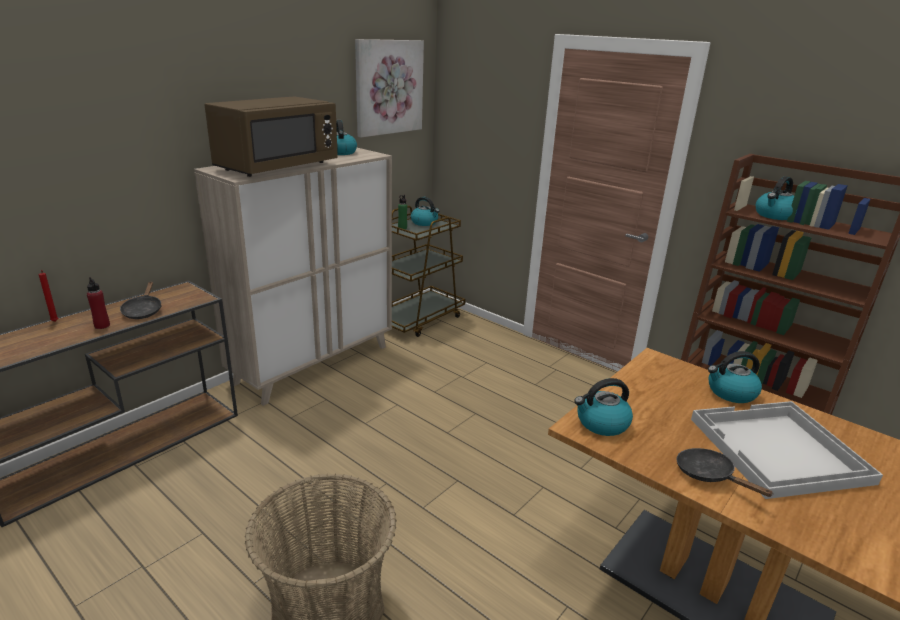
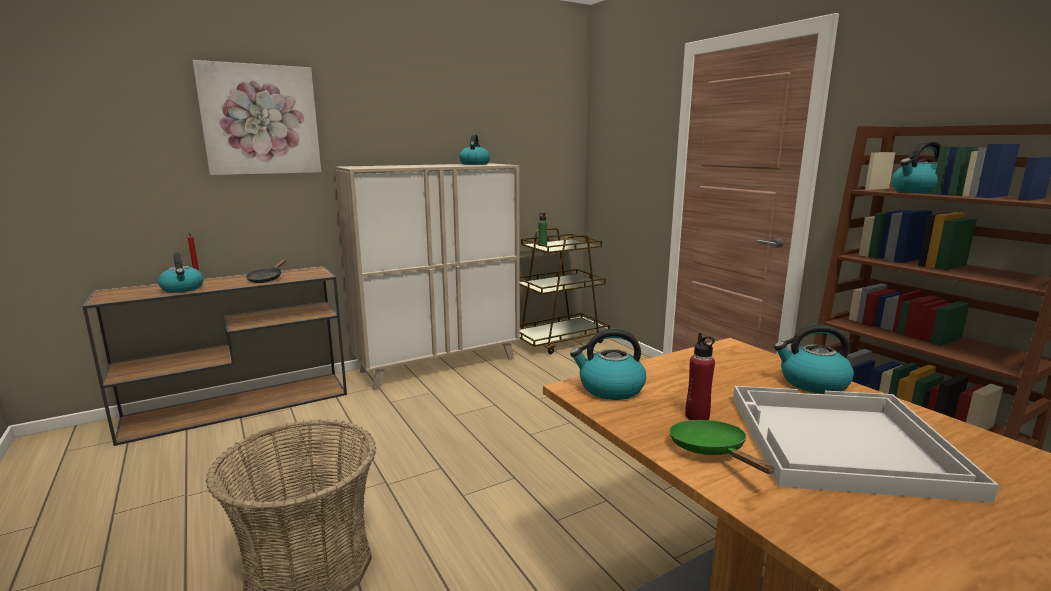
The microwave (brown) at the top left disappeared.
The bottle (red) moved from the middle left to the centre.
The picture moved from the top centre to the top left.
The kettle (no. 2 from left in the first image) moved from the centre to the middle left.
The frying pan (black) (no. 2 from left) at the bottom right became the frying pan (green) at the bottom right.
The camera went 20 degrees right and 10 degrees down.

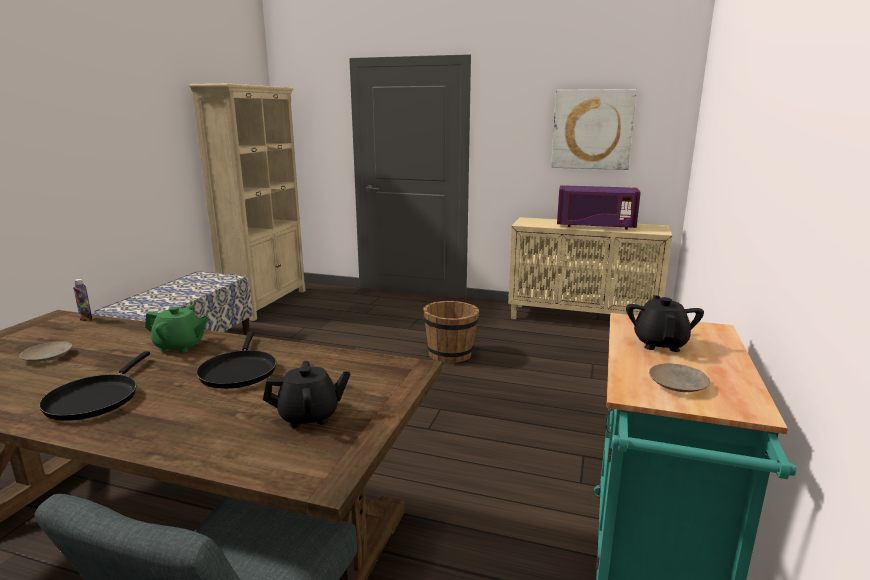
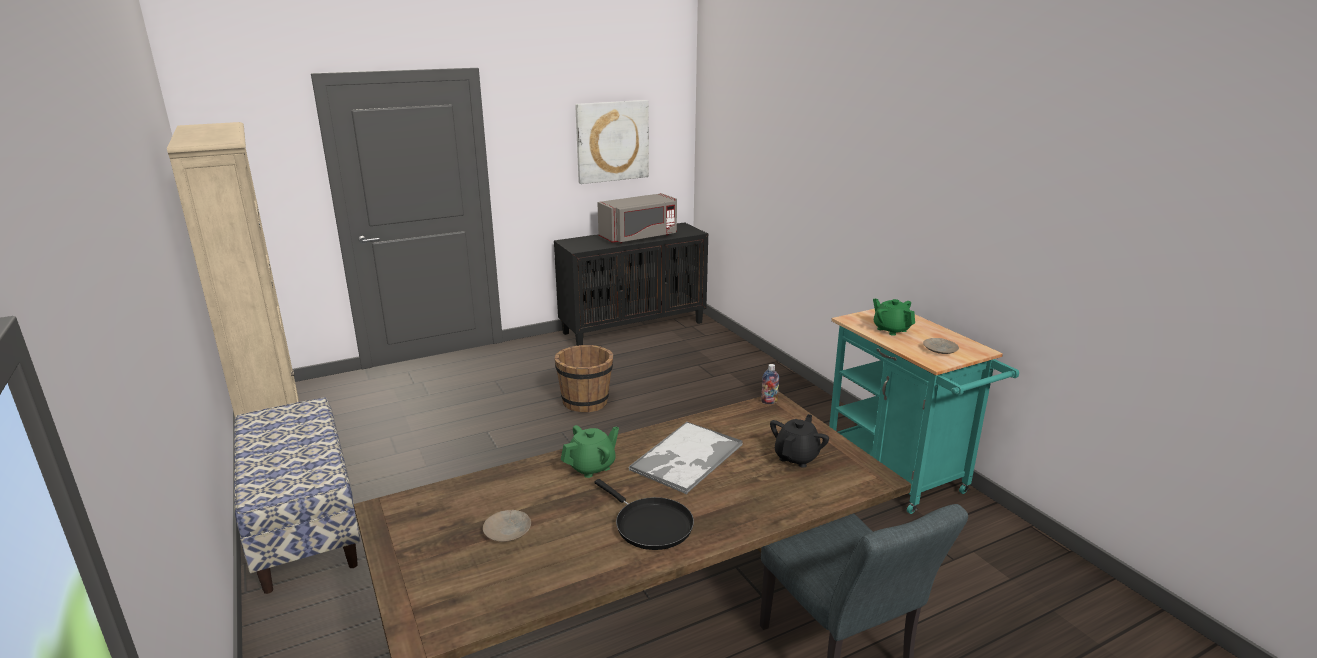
The bottle moved from the middle left to the centre.
The frying pan (black) (no. 2 from left) at the middle left was replaced by the tray at the bottom centre.
The cabinet (beige) at the middle right became the cabinet (black) at the centre.
The microwave (purple) at the middle right became the microwave (grey) at the top centre.
The teapot (black) (no. 2 from left) at the middle right became the teapot (green) (no. 2 from left) at the middle right.
The camera went 45 degrees left and 5 degrees up.

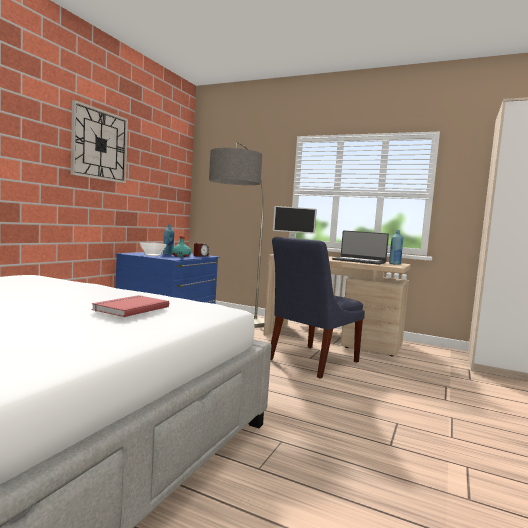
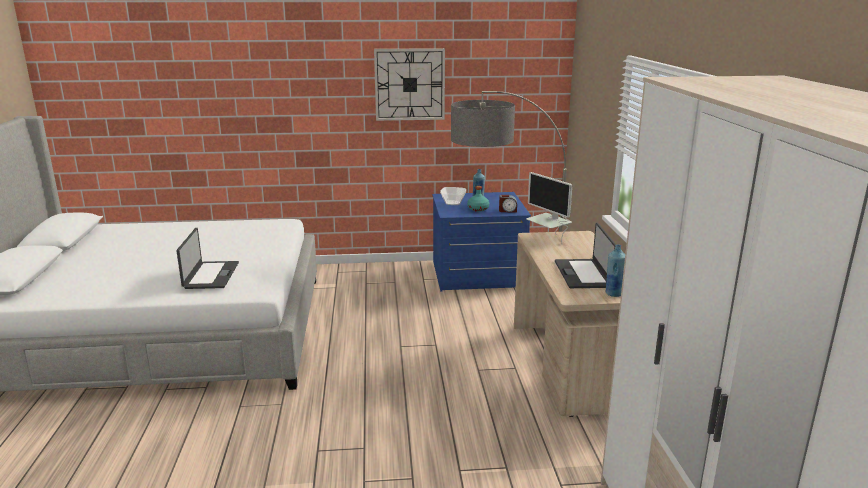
The chair (blue) at the centre disappeared.
The book (red) at the middle left was replaced by the laptop (no. 1 from left) at the middle left.
The camera went 60 degrees right and 15 degrees up.

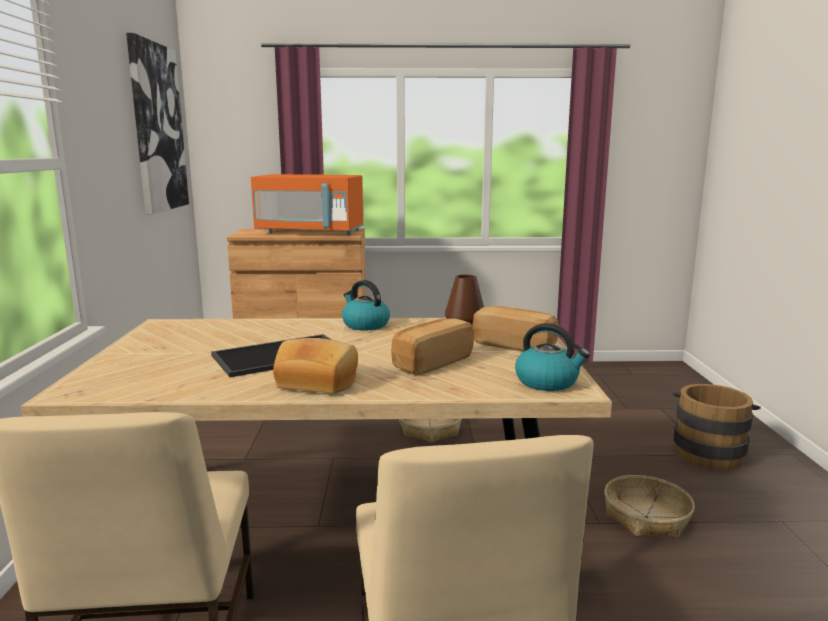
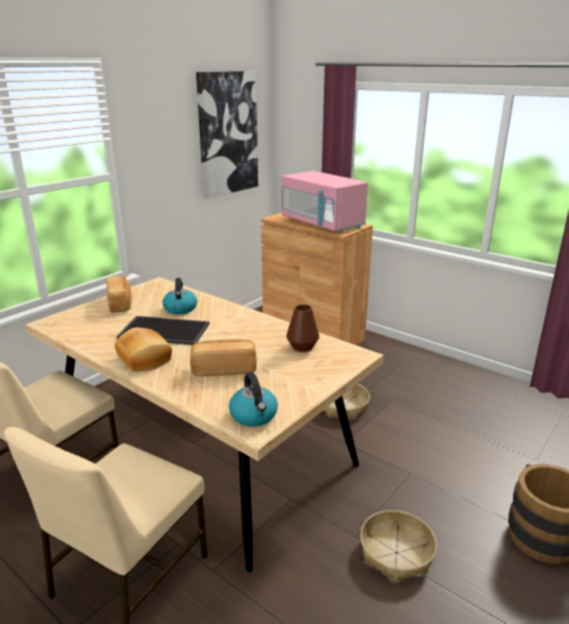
The kettle (no. 1 from left) moved from the centre to the middle left.
The bread (no. 3 from left in the first image) moved from the centre to the middle left.
The microwave (orange) at the top centre became the microwave (pink) at the top centre.
The camera went 40 degrees right and 10 degrees up.

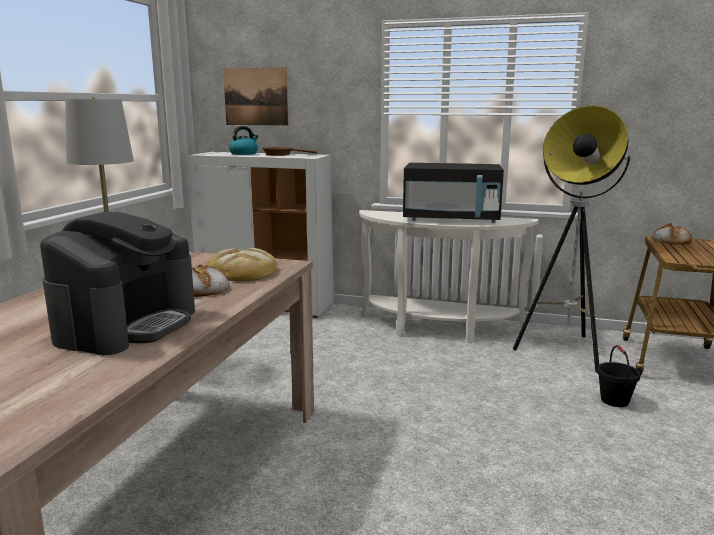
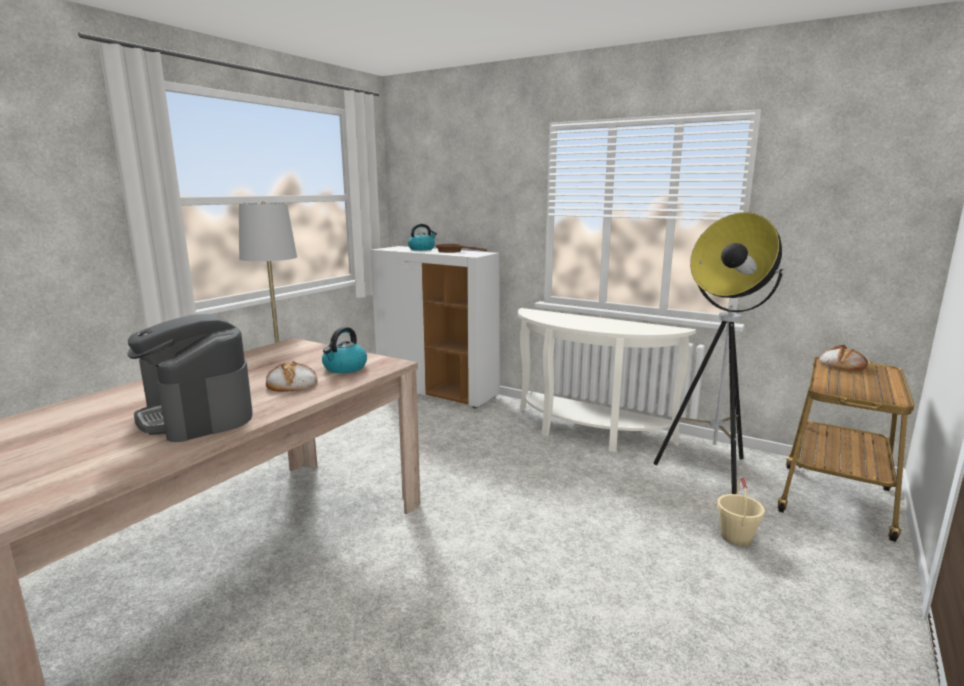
The picture at the top centre disappeared.
The microwave (black) at the centre disappeared.
The bread (no. 2 from left) at the centre was replaced by the kettle (no. 1 from left) at the centre.
The bucket (black) at the bottom right became the bucket (beige) at the bottom right.
The coffee machine at the middle left turned 105 degrees clockwise.
The camera went 15 degrees right and 0 degrees up.

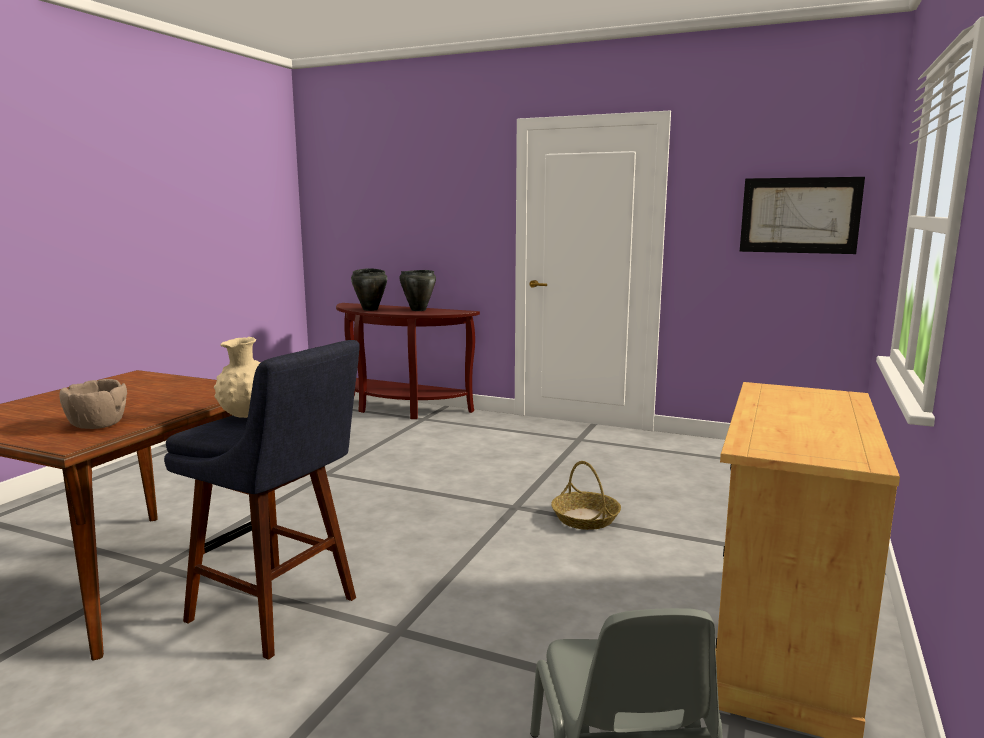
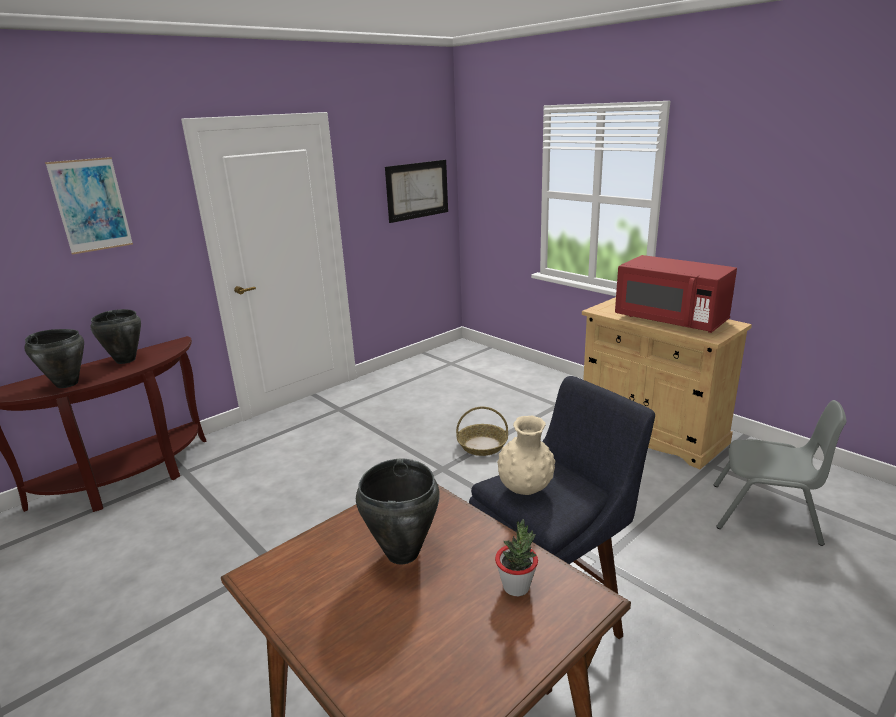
The picture (no. 1 from left) at the top left appeared.
The cooking pot (black) (no. 3 from left) at the bottom centre appeared.
The microwave (red) at the middle right appeared.
The bowl (brown) at the middle left was replaced by the potted plant at the bottom centre.
The camera went 65 degrees left and 10 degrees up.

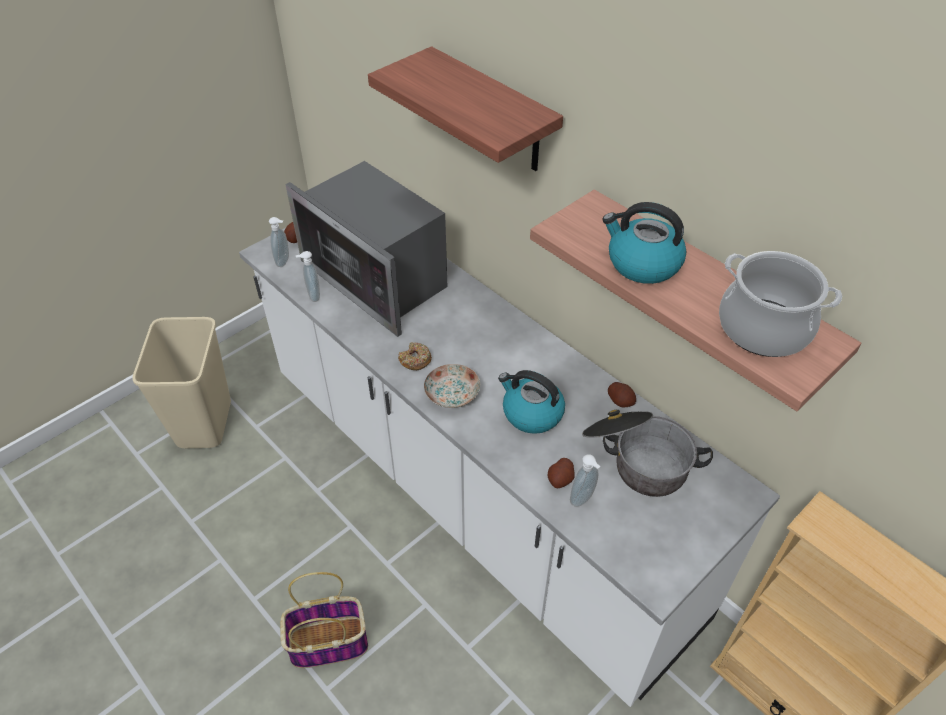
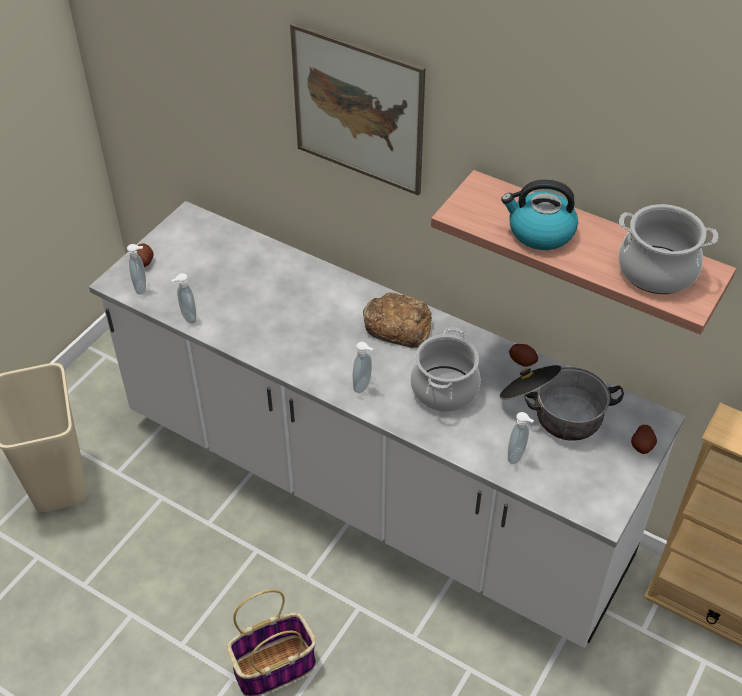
The microwave at the centre disappeared.
The donut at the centre disappeared.
The bread at the centre appeared.
The potato (no. 2 from left in the first image) moved from the centre to the middle right.
The shelf (no. 1 from left) at the top centre was replaced by the picture at the top centre.
The plate at the centre was replaced by the soap dispenser (no. 3 from left) at the centre.
The kettle (no. 1 from left) at the centre was replaced by the cooking pot (no. 1 from left) at the centre.
The camera went 15 degrees left and 0 degrees up.

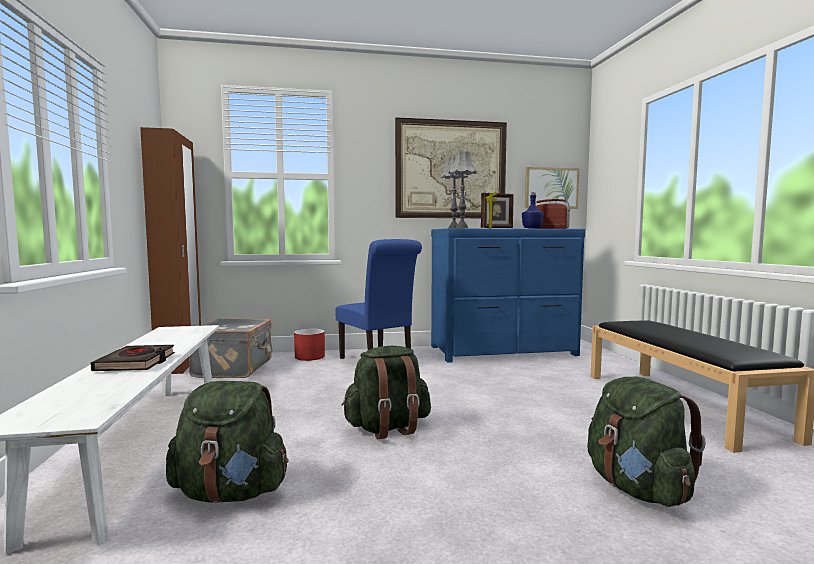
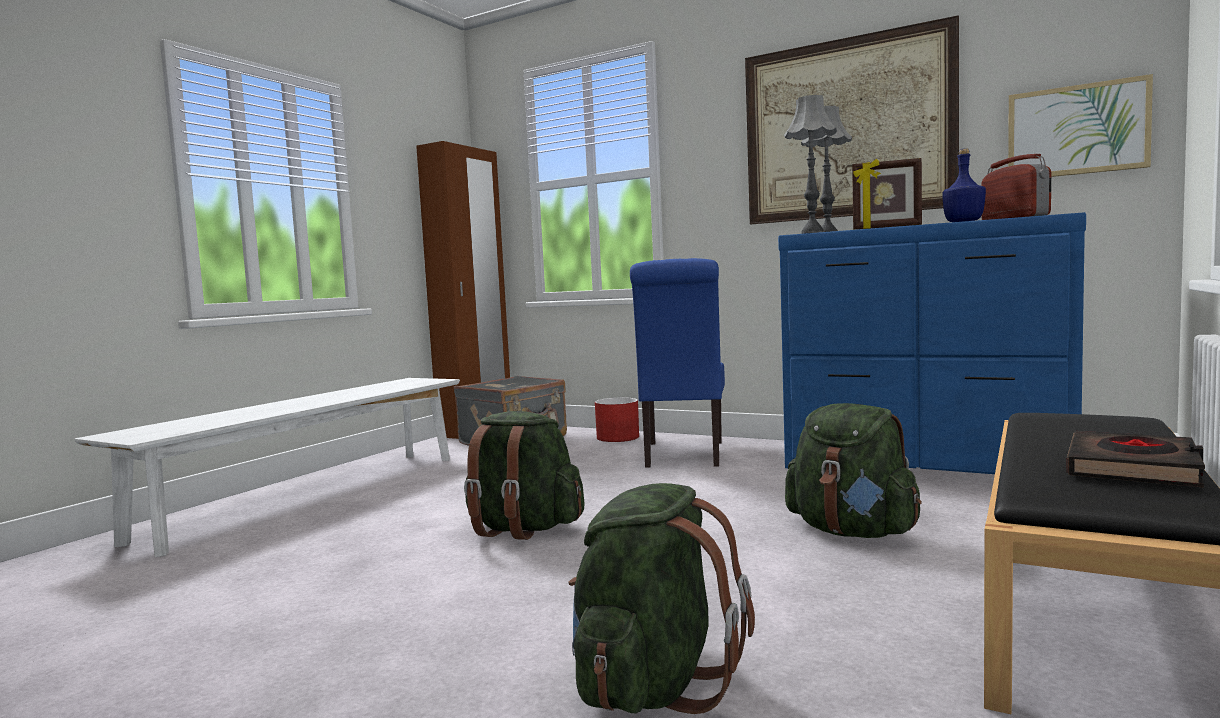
The book (black) moved from the middle left to the middle right.
The backpack (green) (no. 1 from left in the first image) moved from the bottom left to the middle right.
The camera went 40 degrees right and 0 degrees up.

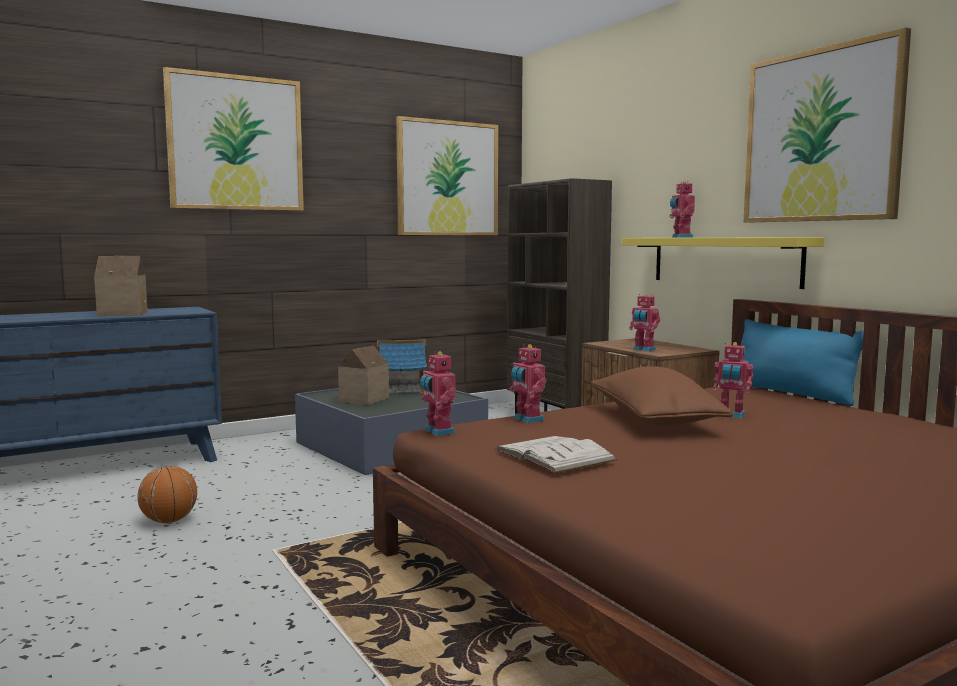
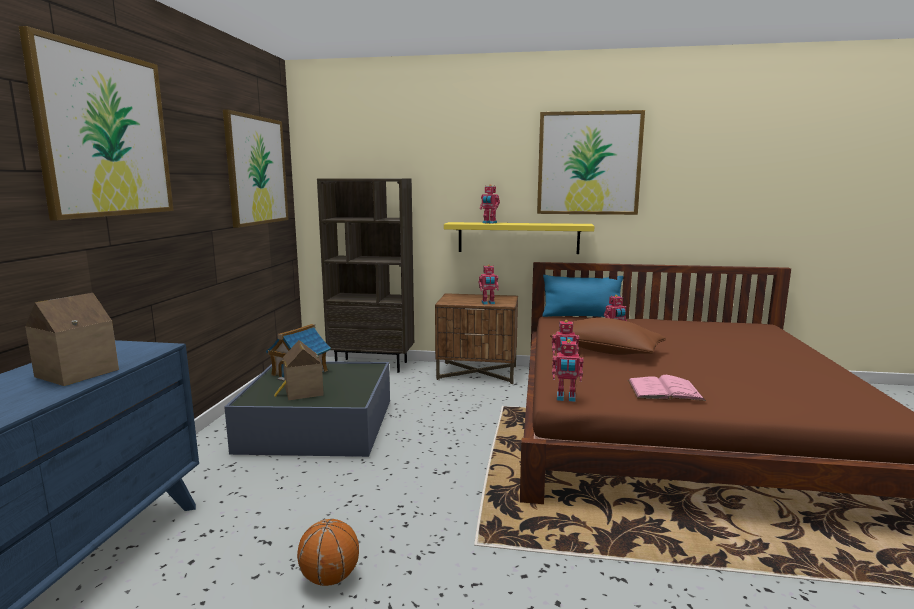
The book (white) at the centre became the book (pink) at the middle right.
The camera went 50 degrees left and 5 degrees up.

